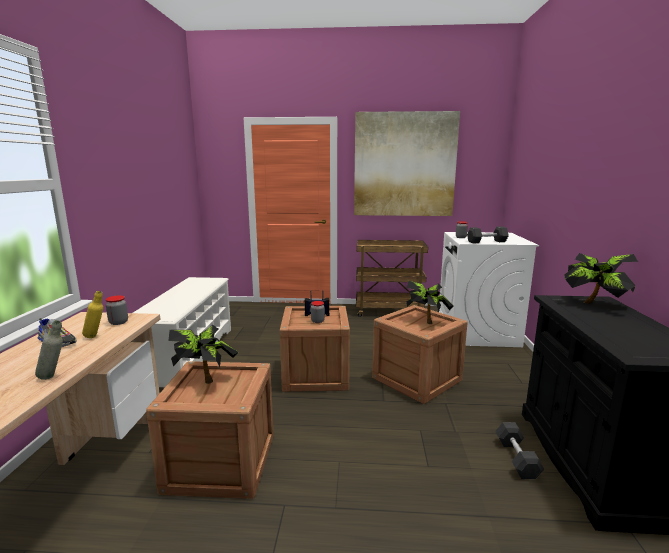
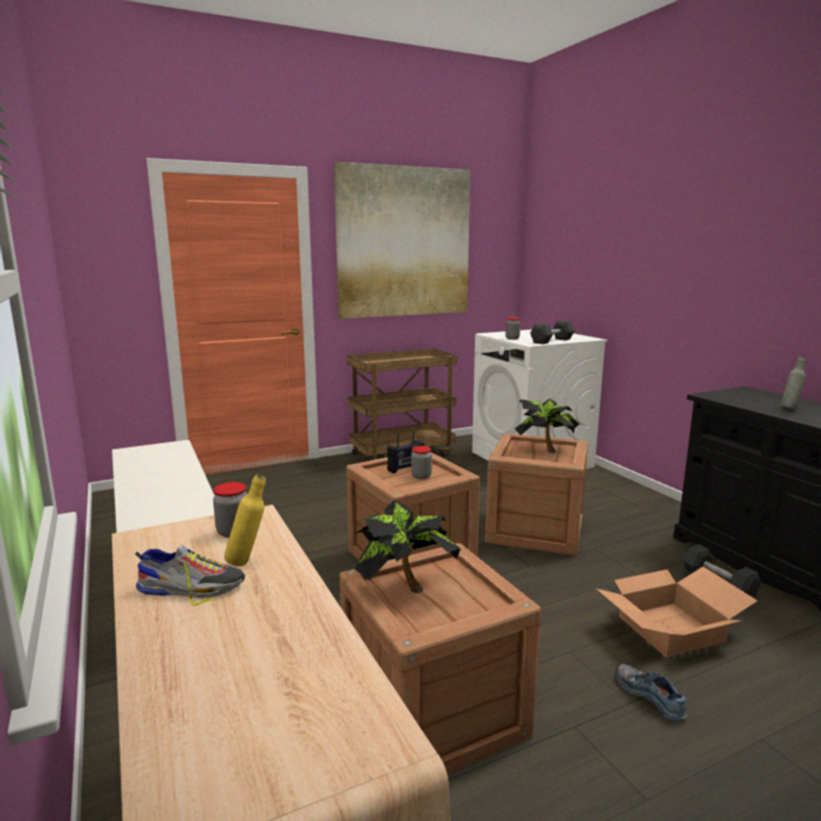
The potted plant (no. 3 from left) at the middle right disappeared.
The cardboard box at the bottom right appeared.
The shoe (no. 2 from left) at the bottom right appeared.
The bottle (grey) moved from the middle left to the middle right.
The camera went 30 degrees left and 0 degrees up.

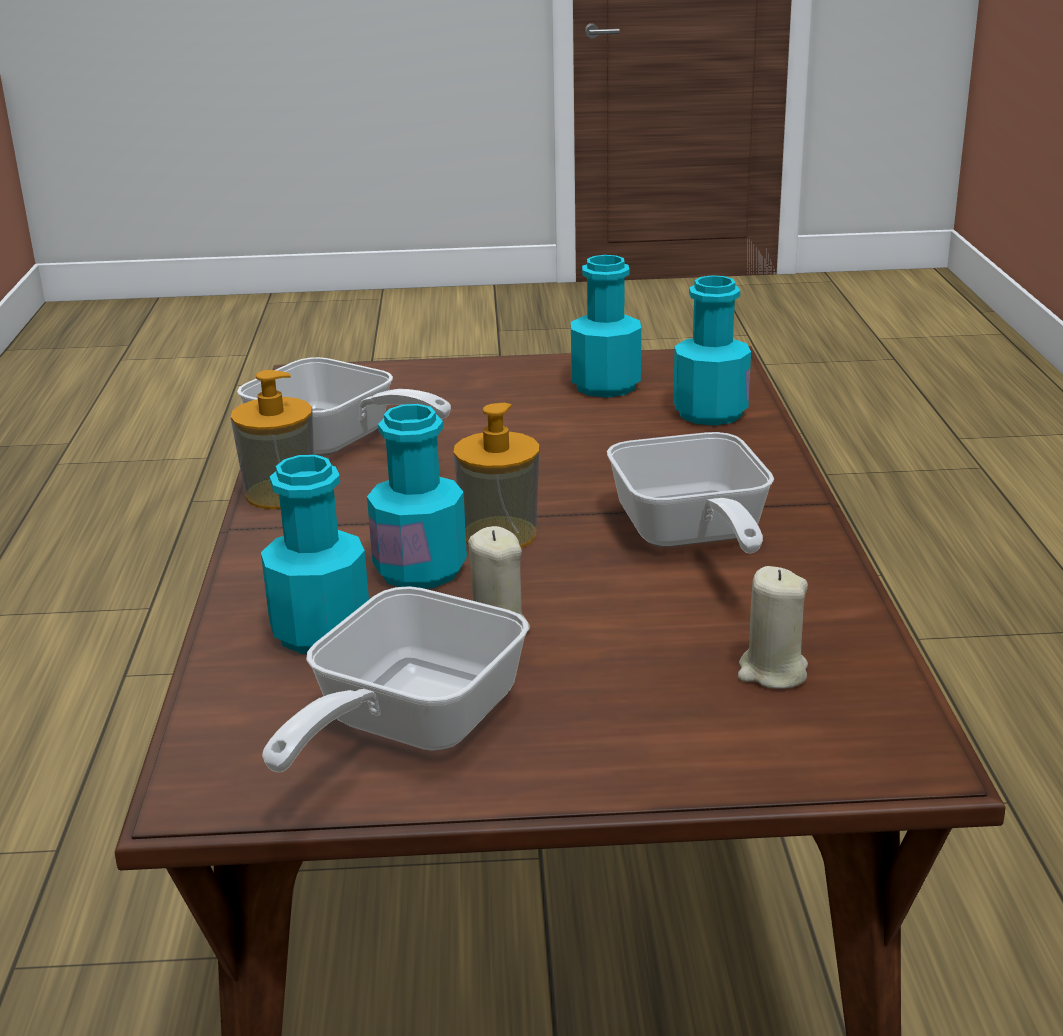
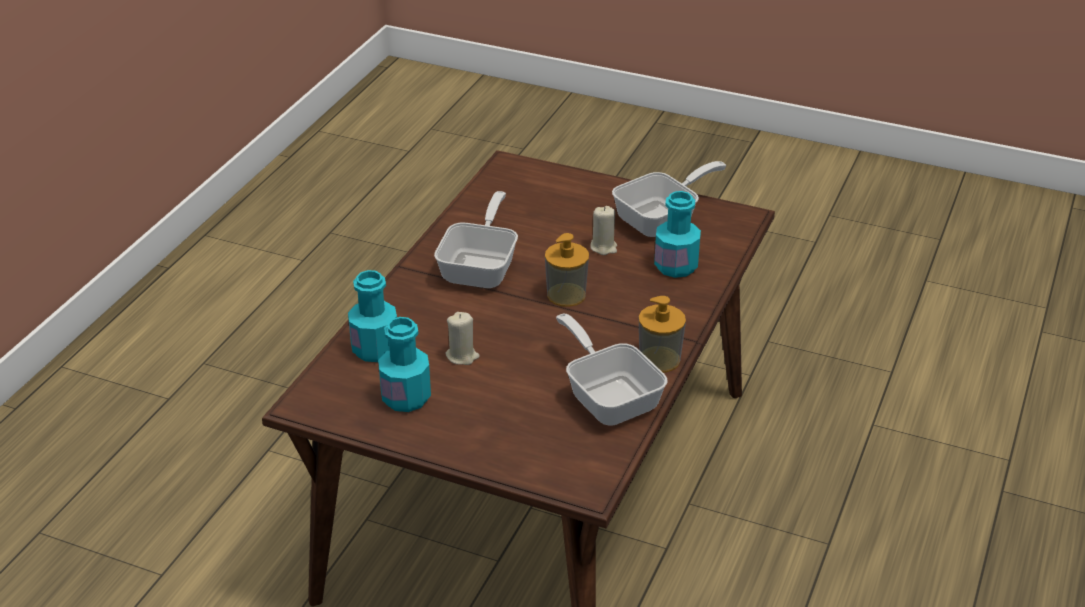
The bottle (turquoise) (no. 2 from left) at the centre disappeared.
The candle (beige) (no. 2 from left in the first image) moved from the middle right to the centre.
The camera went 155 degrees left and 10 degrees up.

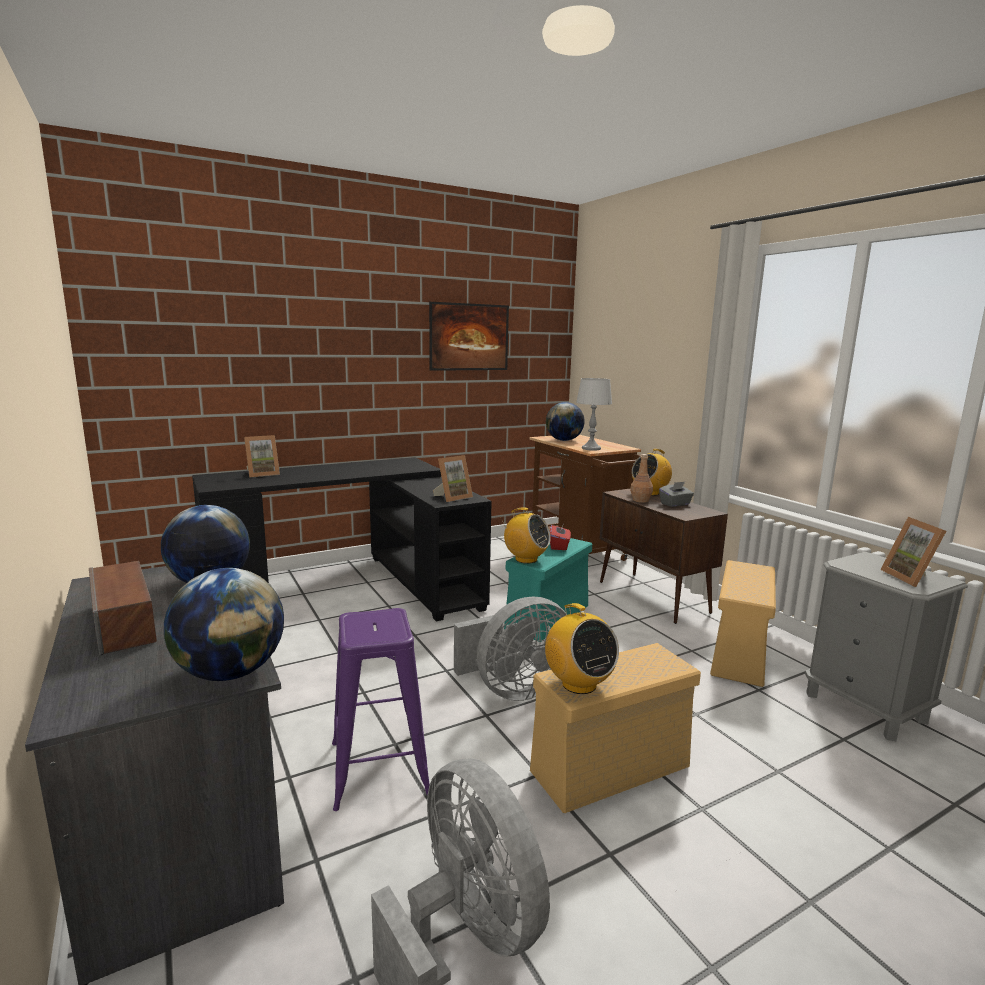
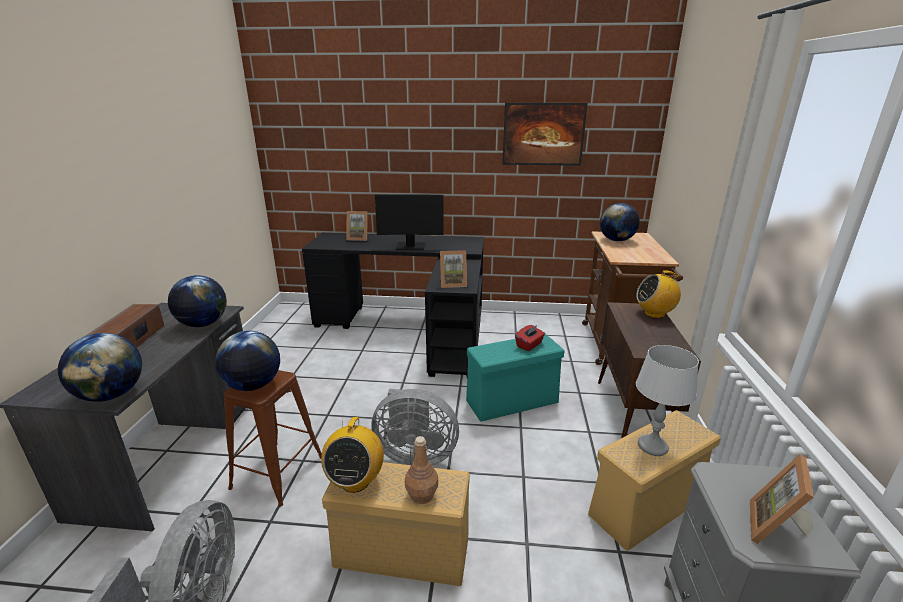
The radio (no. 1 from left) at the centre disappeared.
The tissue box (grey) at the middle right disappeared.
The globe (no. 3 from left) at the middle left appeared.
The monitor at the centre appeared.
The table lamp (grey) moved from the centre to the middle right.
The bottle (brown) moved from the centre to the bottom centre.
The stool (purple) at the bottom centre became the stool (brown) at the bottom left.
The camera went 35 degrees right and 10 degrees up.

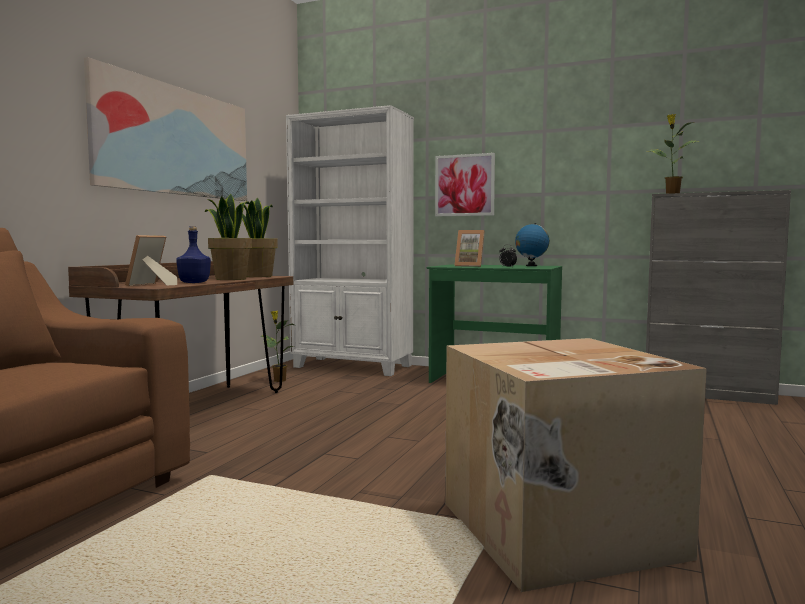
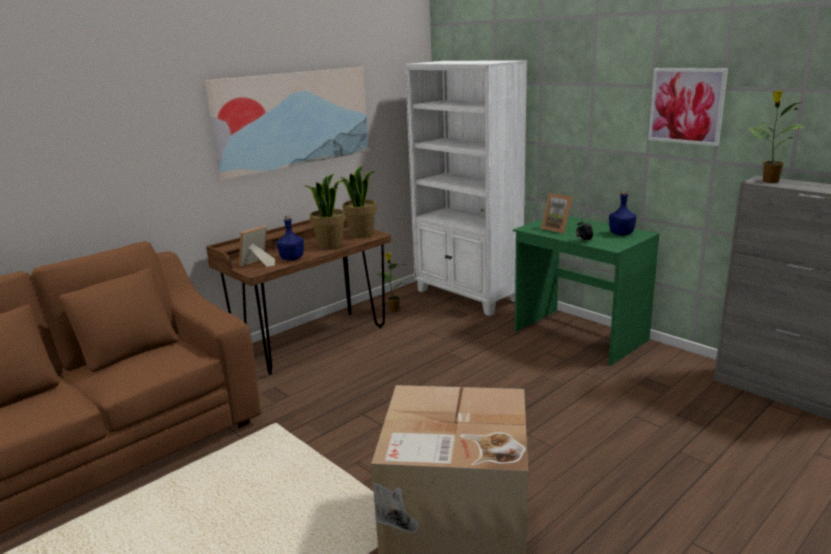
The picture (no. 2 from left) moved from the top centre to the top right.
The globe at the centre was replaced by the bottle (blue) (no. 2 from left) at the middle right.
The camera went 25 degrees right and 15 degrees up.

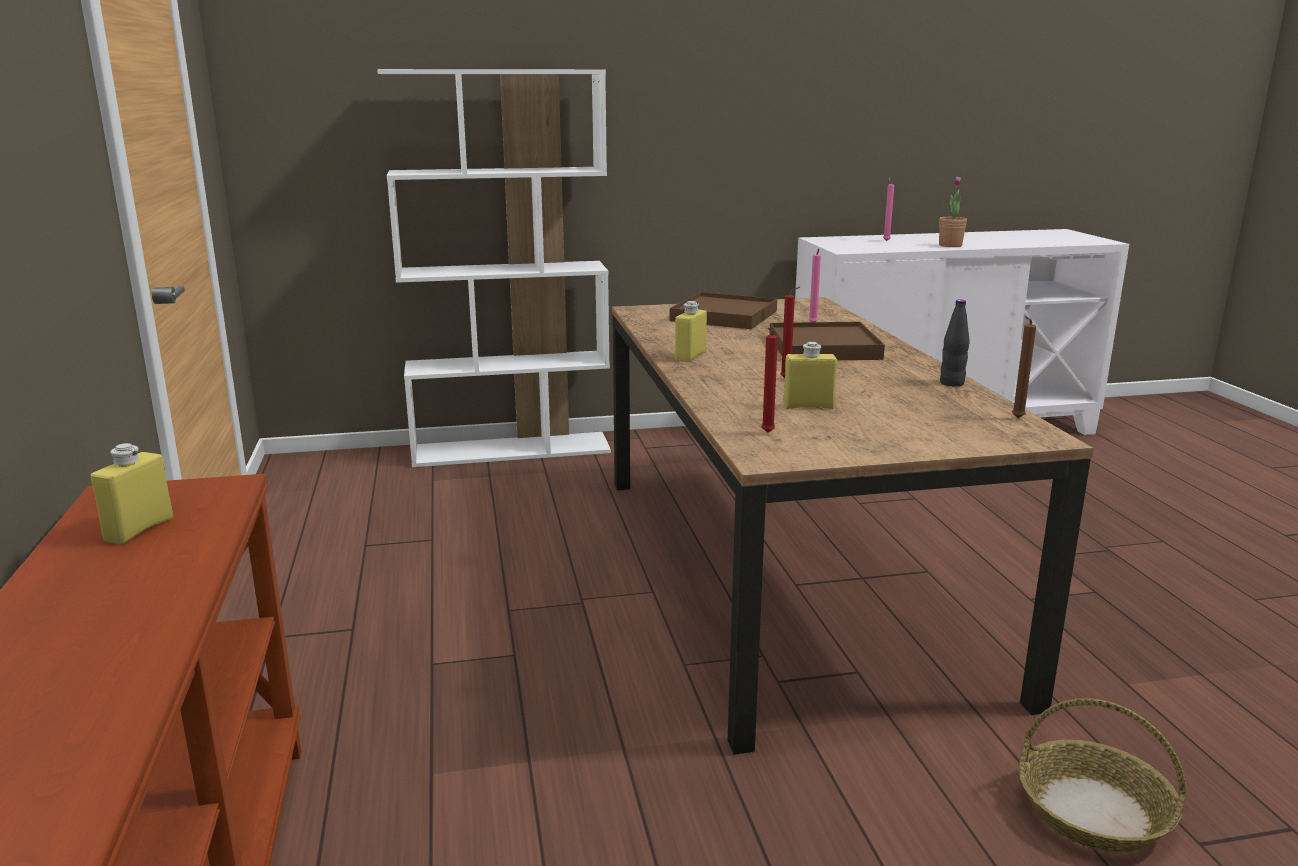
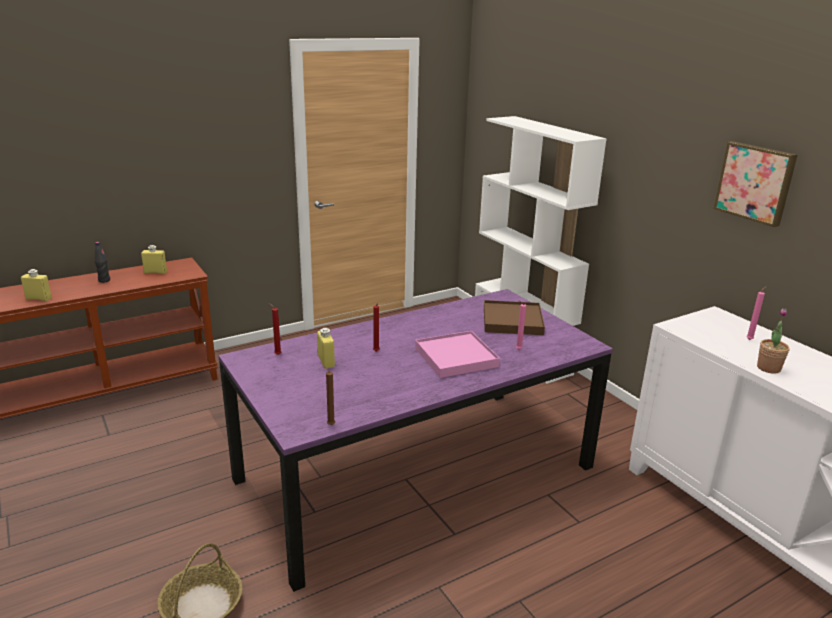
The picture at the top right appeared.
The bottle (yellow) (no. 2 from left in the first image) moved from the centre to the middle left.
The bottle (black) moved from the middle right to the middle left.
The dining table (brown) at the centre became the dining table (purple) at the bottom centre.
The tray (brown) (no. 2 from left) at the centre became the tray (pink) at the centre.
The camera went 70 degrees right and 5 degrees up.

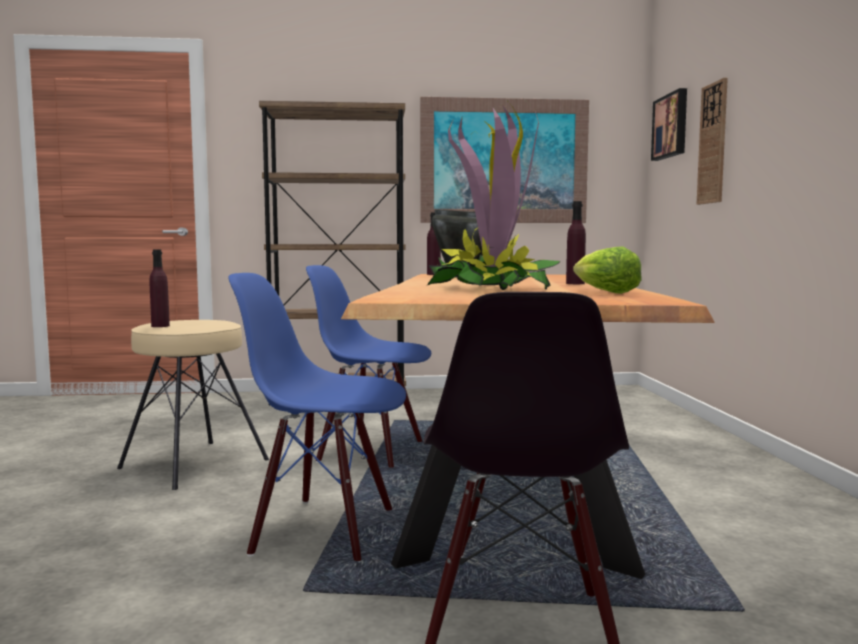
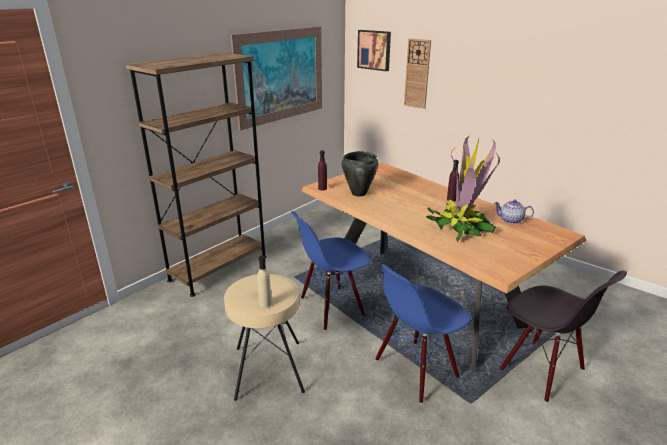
The lettuce at the middle right was replaced by the teapot at the middle right.
The bottle (purple) (no. 1 from left) at the middle left became the bottle (beige) at the centre.
The camera went 45 degrees left and 20 degrees up.

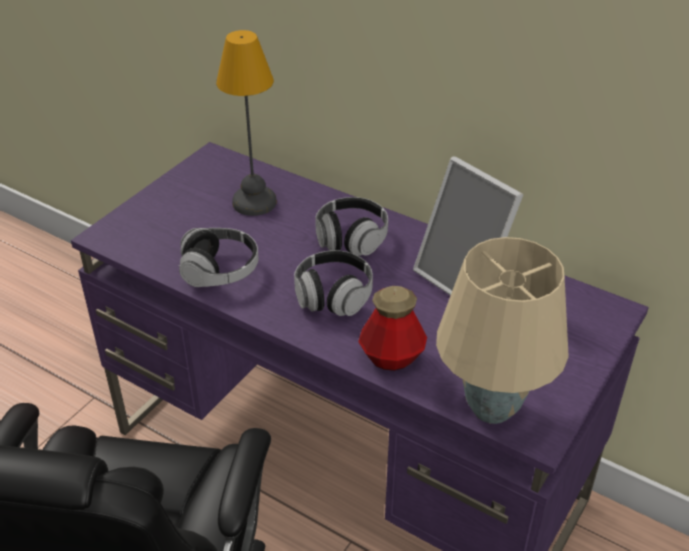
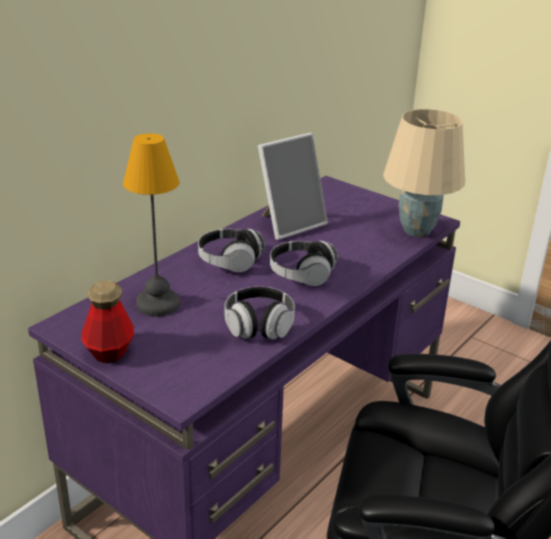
The bottle moved from the centre to the middle left.
The camera went 85 degrees left and 10 degrees down.

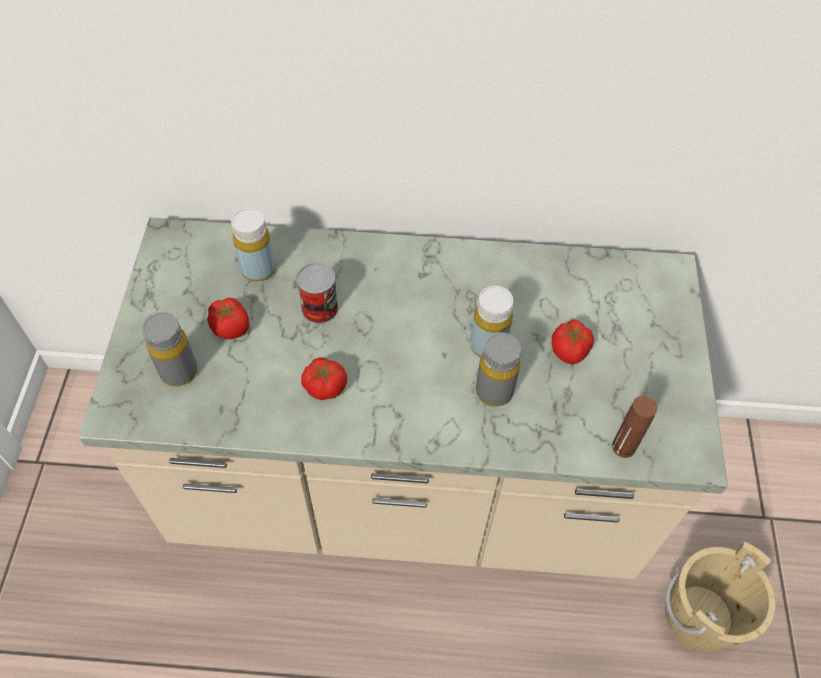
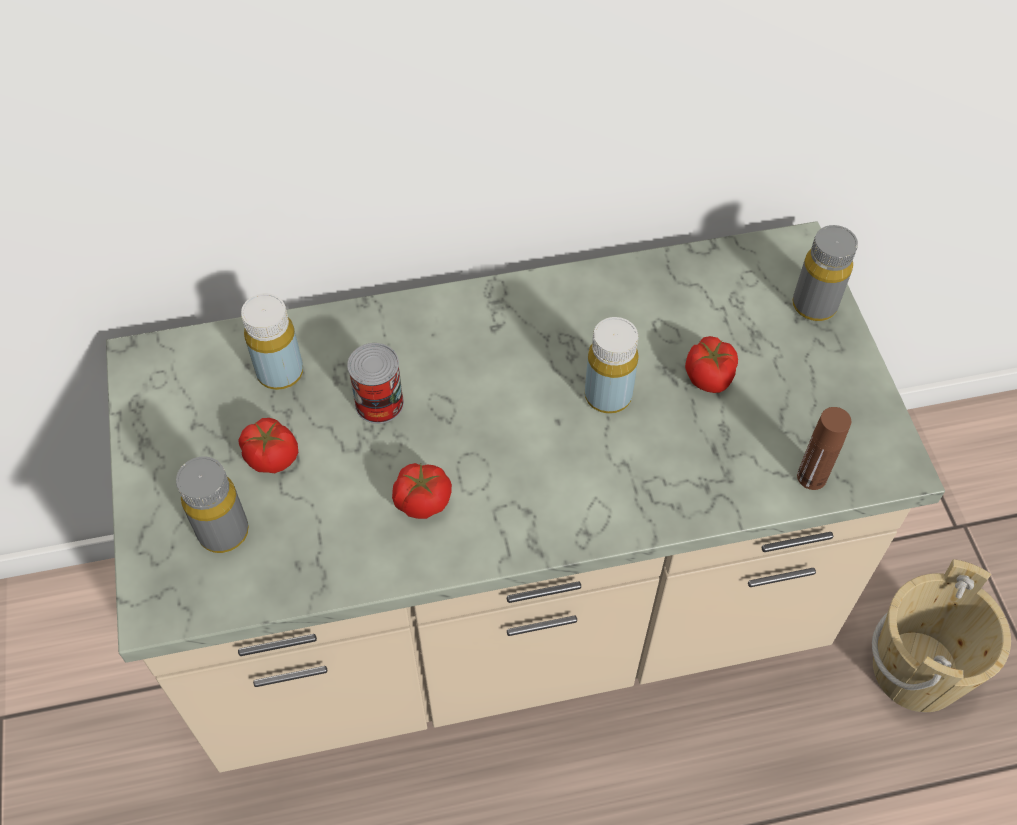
The bottle (grey) (no. 2 from left) moved from the centre to the top right.
The camera went 15 degrees left and 0 degrees up.

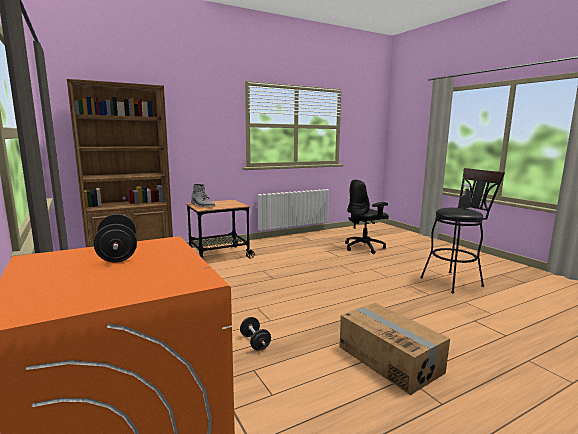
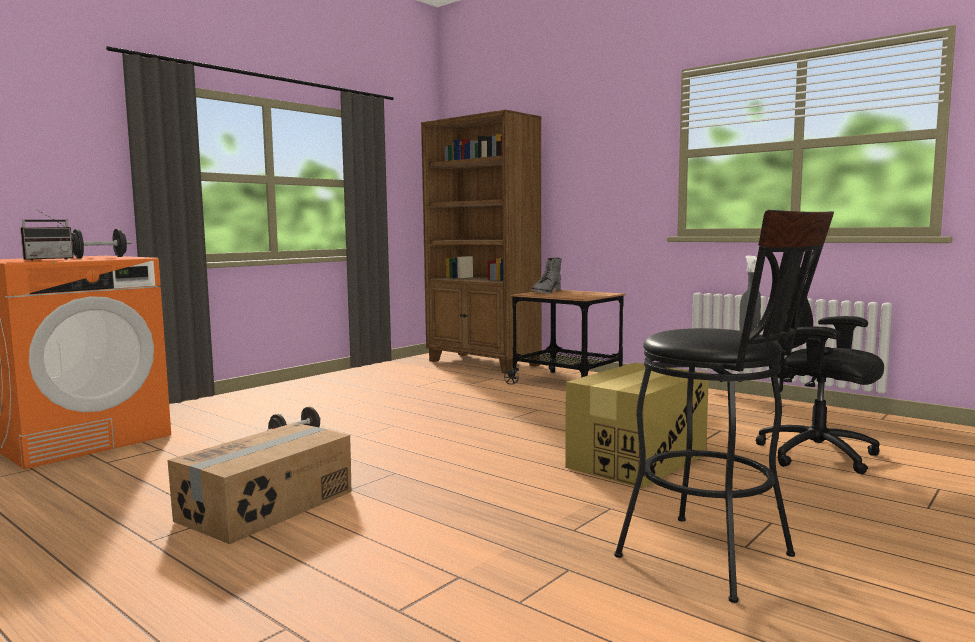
The radio at the middle left appeared.
The cardboard box (no. 2 from left) at the centre appeared.
The camera went 70 degrees right and 5 degrees down.

